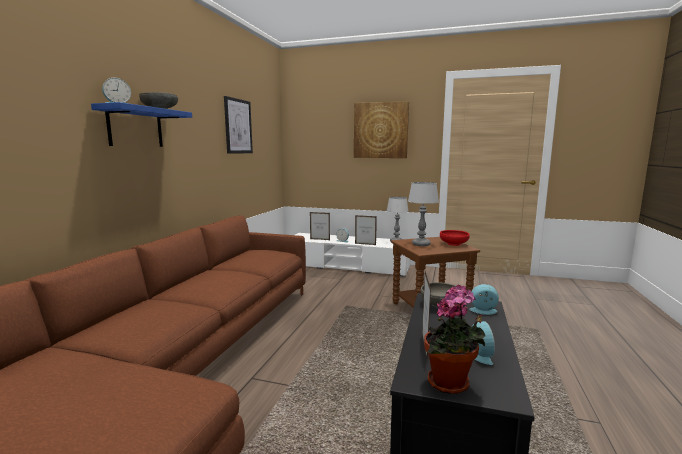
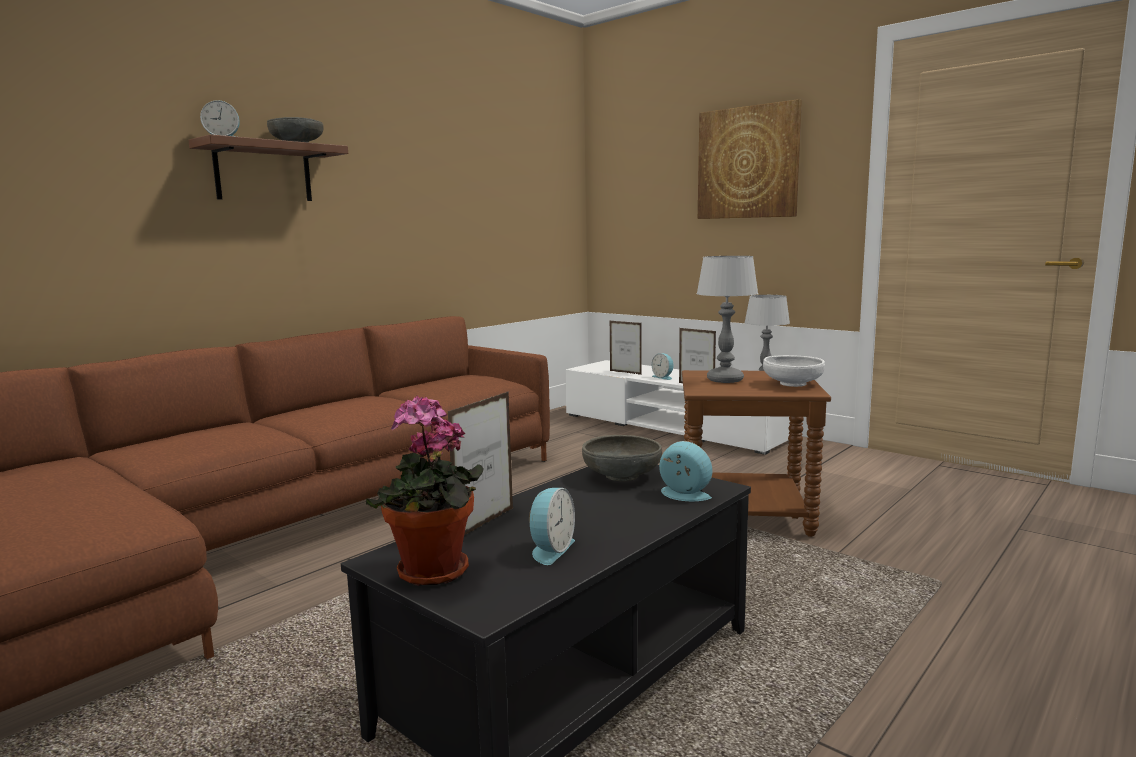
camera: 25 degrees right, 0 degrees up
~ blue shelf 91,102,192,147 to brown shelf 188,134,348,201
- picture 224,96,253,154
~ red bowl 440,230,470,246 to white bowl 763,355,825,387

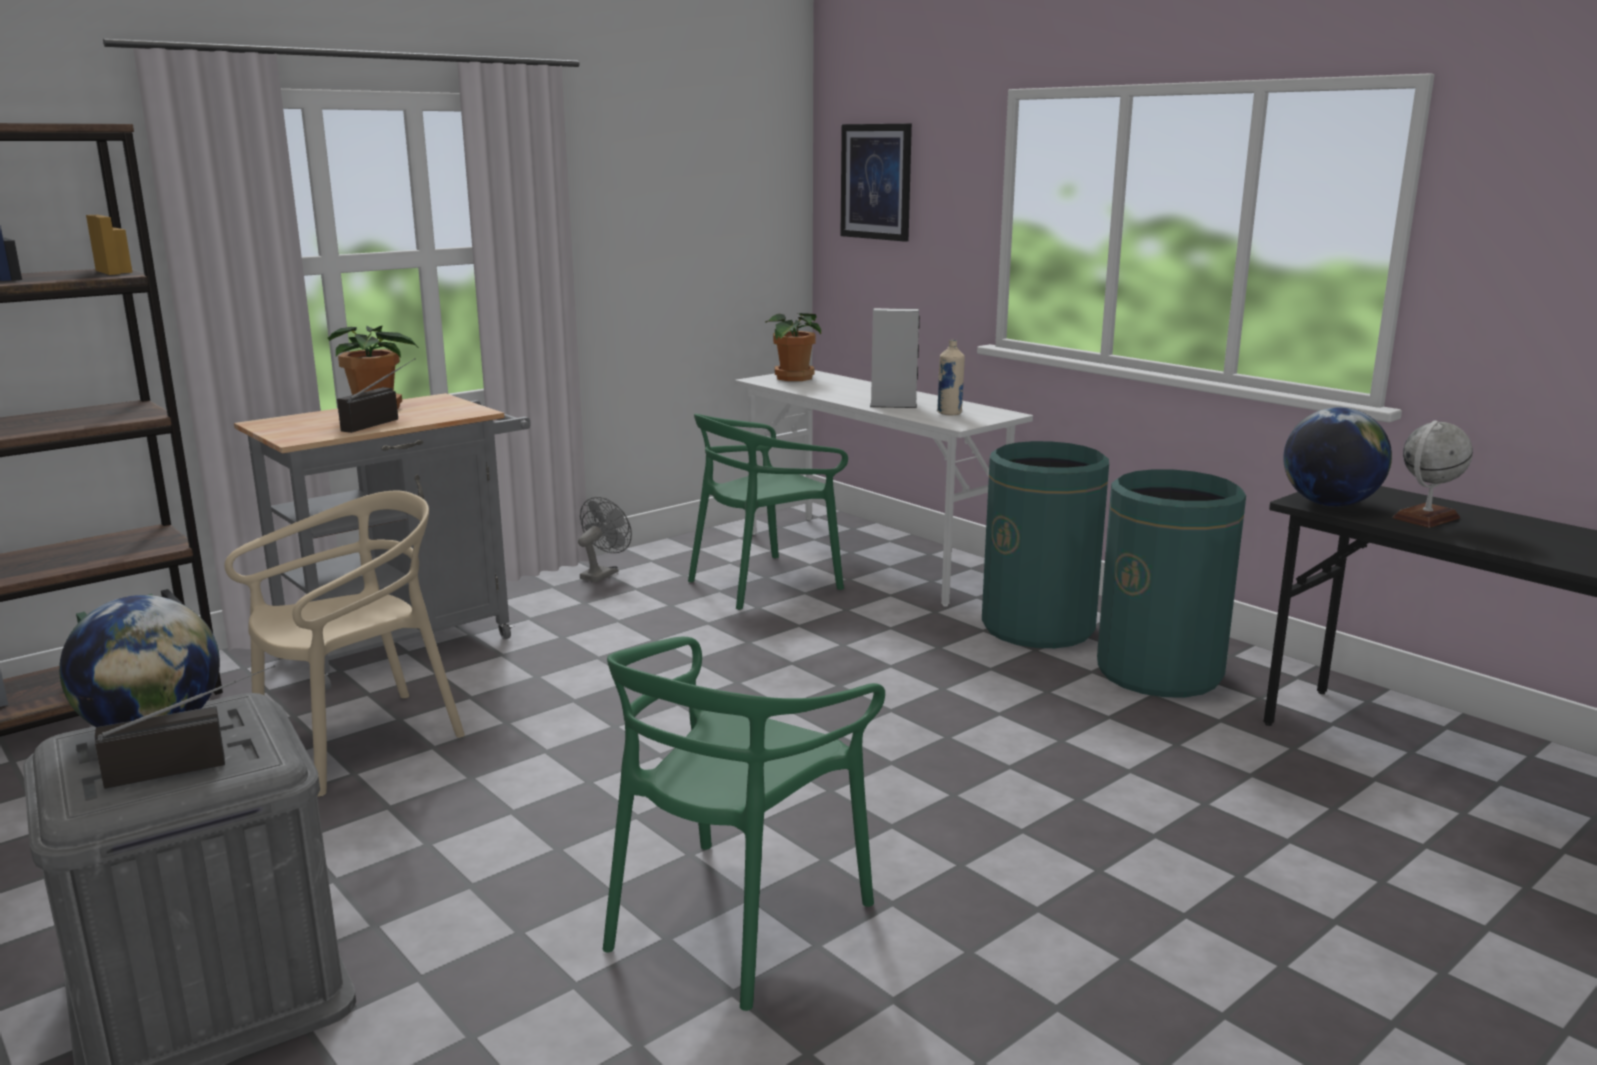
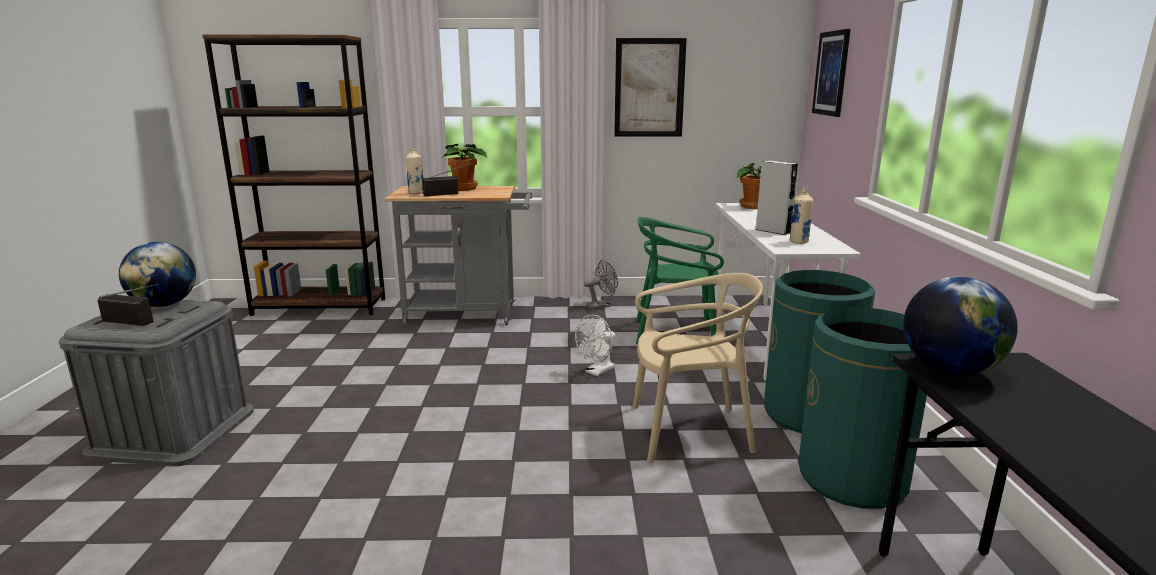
camera: 40 degrees right, 0 degrees up
~ beige chair 225,491,465,797 to 632,273,763,463
- green chair 603,637,885,1011
- globe 1392,420,1473,528
+ beige bottle 406,147,423,194
+ white fan 575,315,615,376
+ picture 614,38,687,137

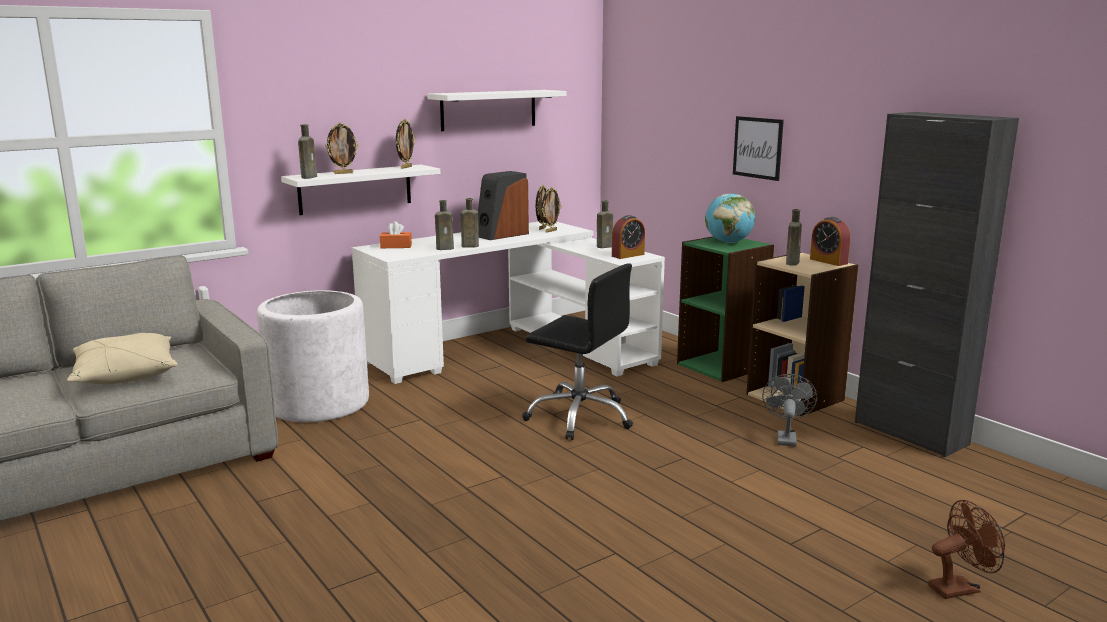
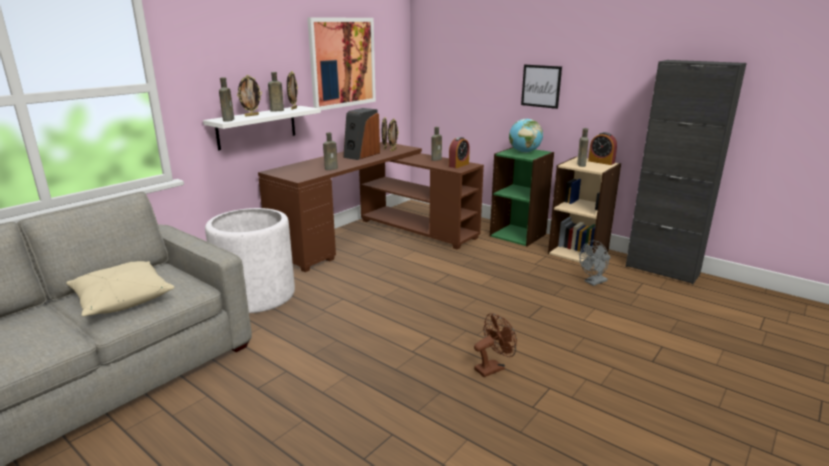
camera: 15 degrees left, 5 degrees up
~ white desk 352,222,665,384 to brown desk 258,142,484,272
- orange tissue box 380,221,412,248
~ white shelf 427,90,567,131 to picture 307,17,376,110
~ brown bottle 461,198,479,248 to 268,72,284,112
- black office chair 522,263,633,440
~ grey fan 762,374,817,447 = 579,241,610,286 120 degrees counterclockwise
~ brown fan 928,500,1005,599 to 474,313,517,377

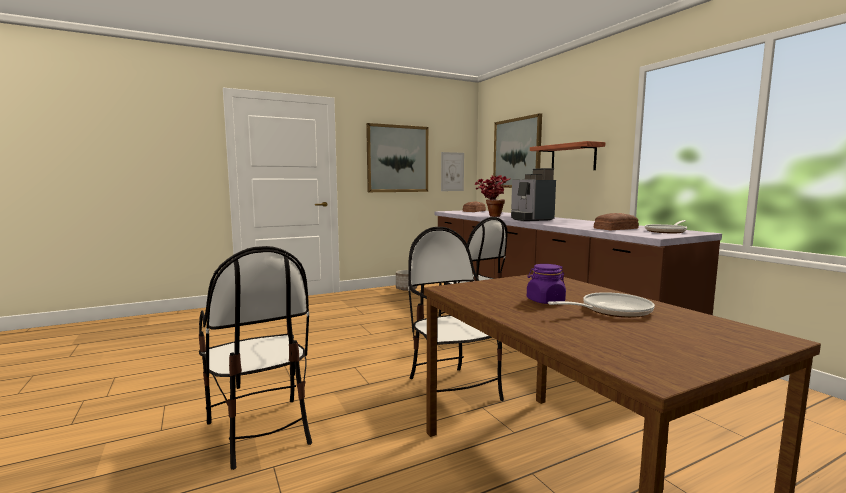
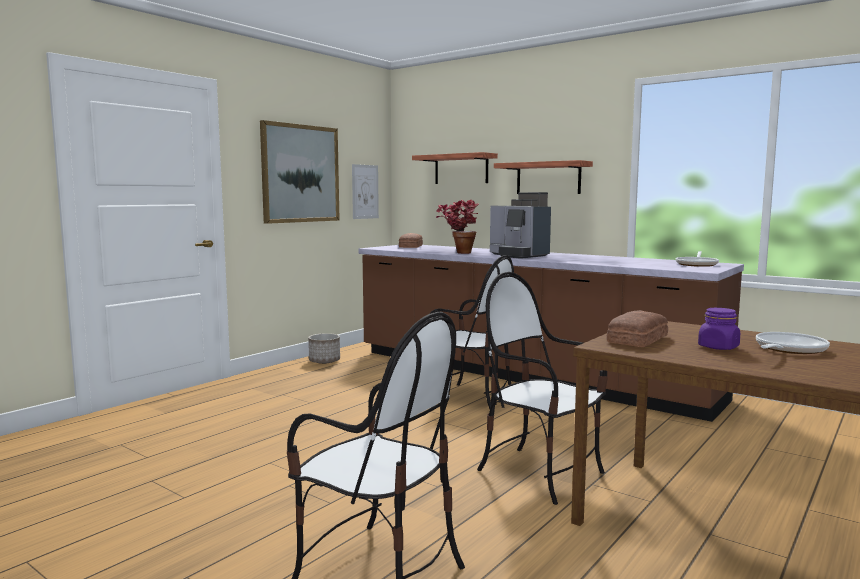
camera: 25 degrees left, 0 degrees up
~ picture 493,113,542,188 to shelf 412,152,498,184
~ bread 594,213,639,230 to 606,310,668,347

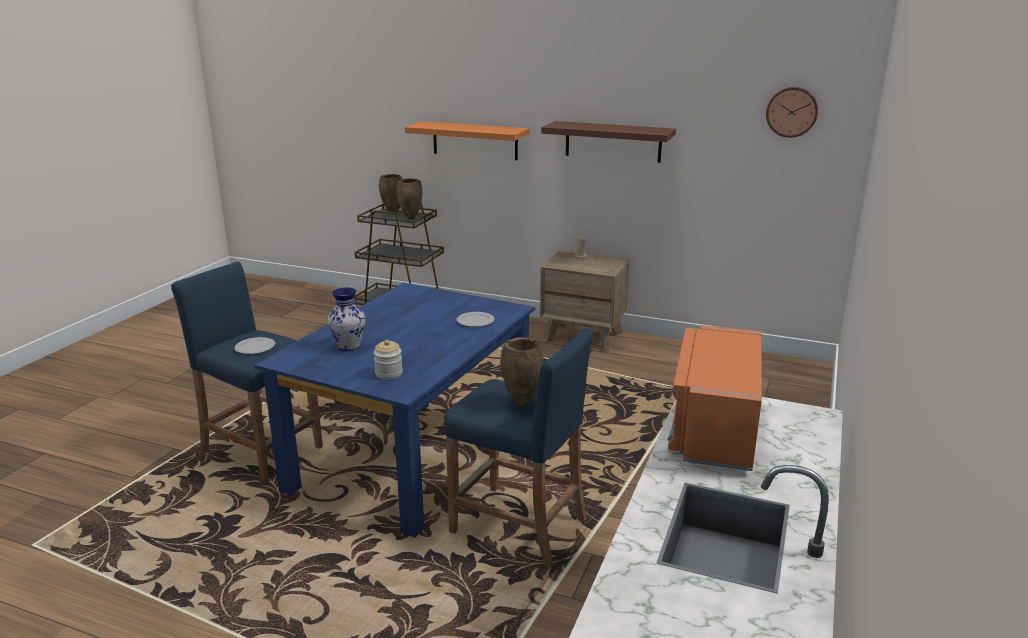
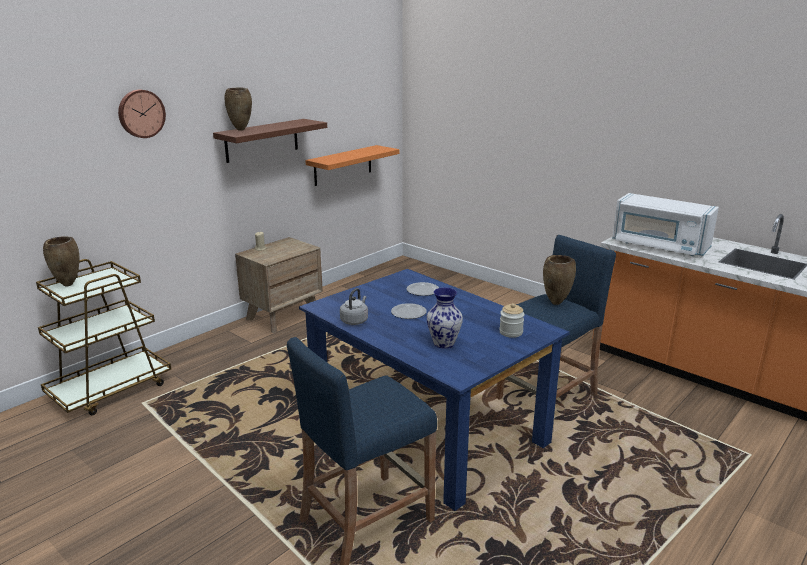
camera: 70 degrees left, 0 degrees up
~ plate 234,337,275,354 to 391,303,427,319
~ brown vase 396,178,422,220 to 224,87,252,131
~ orange shelf 405,121,529,160 to 305,145,399,186
~ orange microwave 667,325,762,471 to white microwave 612,193,719,256
~ wall clock 766,87,818,138 to 118,90,166,138
+ grey kettle 340,288,368,325

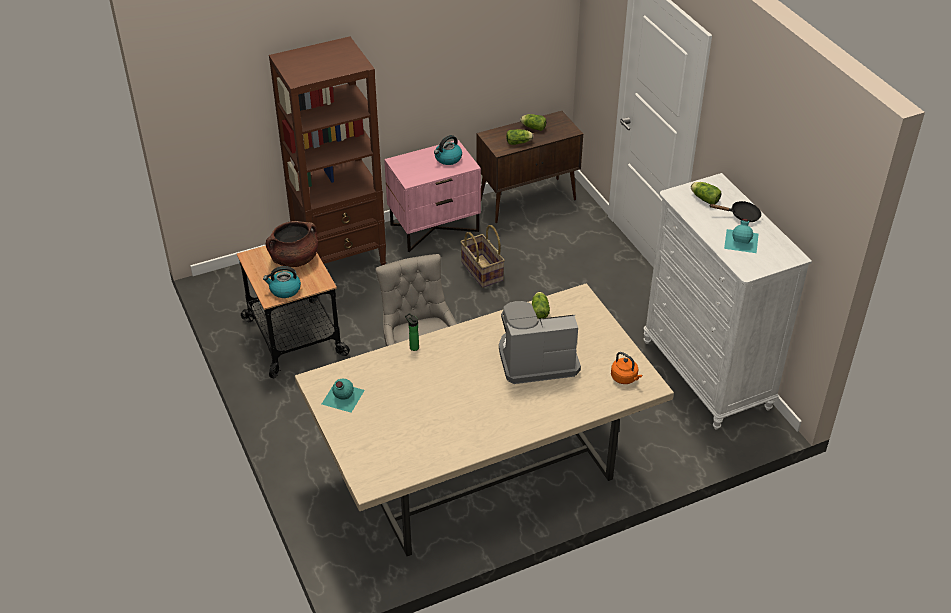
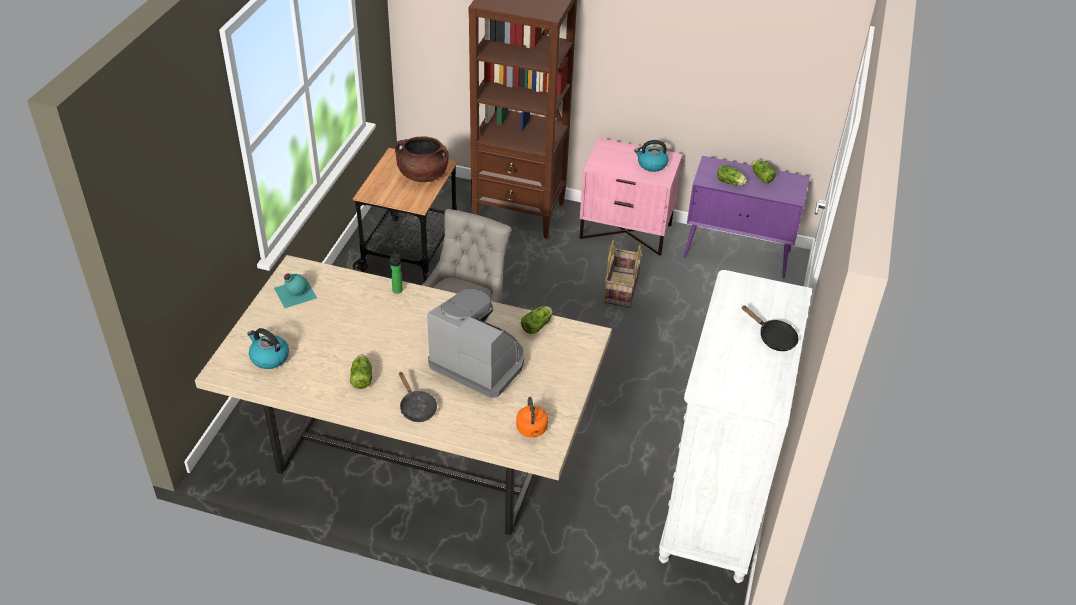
camera: 40 degrees right, 0 degrees up
~ kettle 263,266,301,298 to 247,328,289,369
~ brown cabinet 477,111,583,223 to purple cabinet 684,156,810,278
~ lettuce 691,182,722,204 to 350,355,372,389
- turquoise bottle 724,219,758,253
+ black frying pan 399,372,437,422

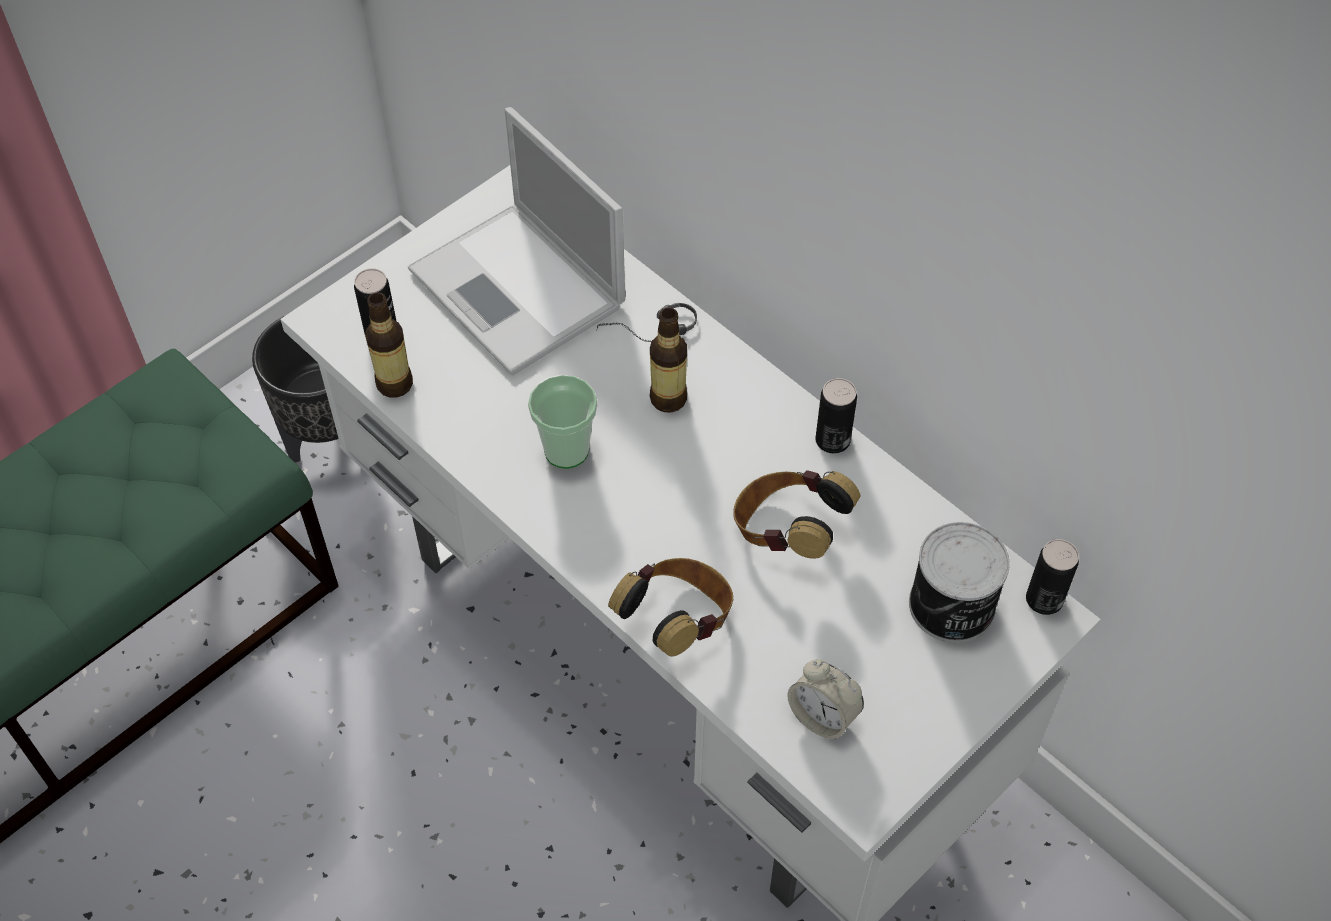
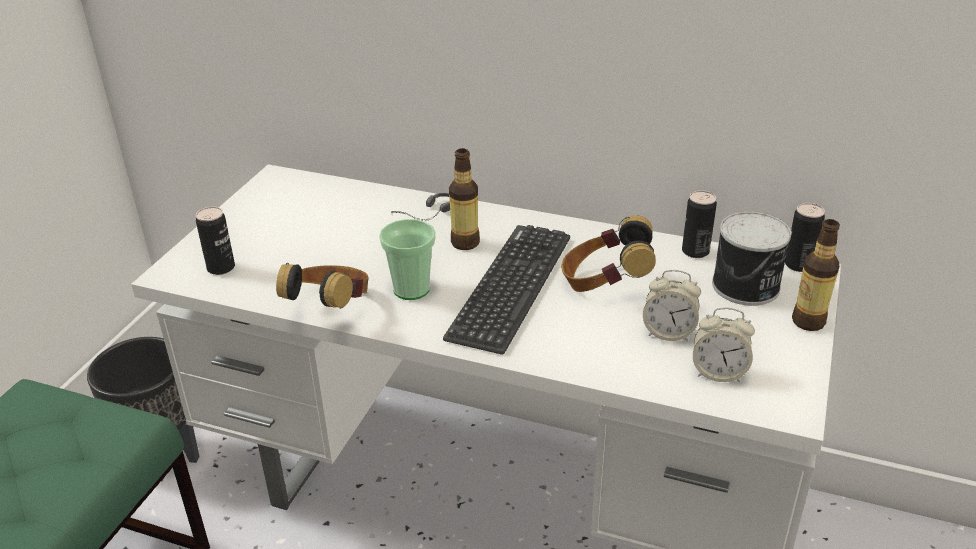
camera: 25 degrees left, 20 degrees down
~ bottle 365,292,413,398 to 792,219,840,331
- laptop 408,107,625,376
~ headphones 608,558,733,656 to 276,263,369,309
~ can 815,378,857,453 to 682,190,717,258
+ keyboard 443,225,570,355
+ alarm clock 643,270,701,341

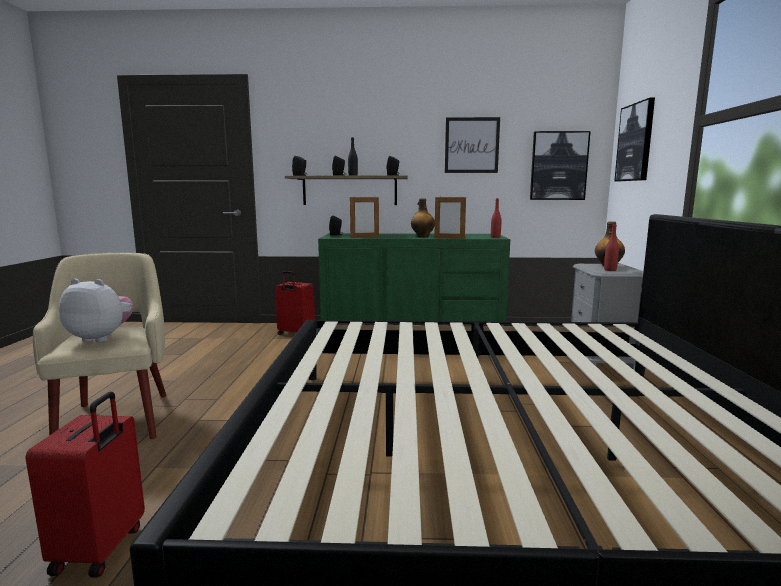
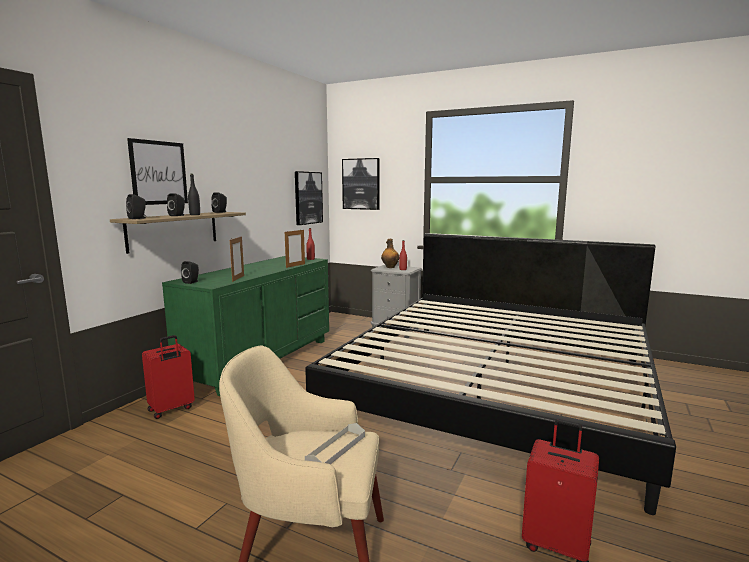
camera: 65 degrees left, 0 degrees up
~ plush toy 59,279,133,342 to grey tray 305,423,365,465
- bottle 411,198,435,237
~ picture 445,117,500,173 to 127,138,188,205

